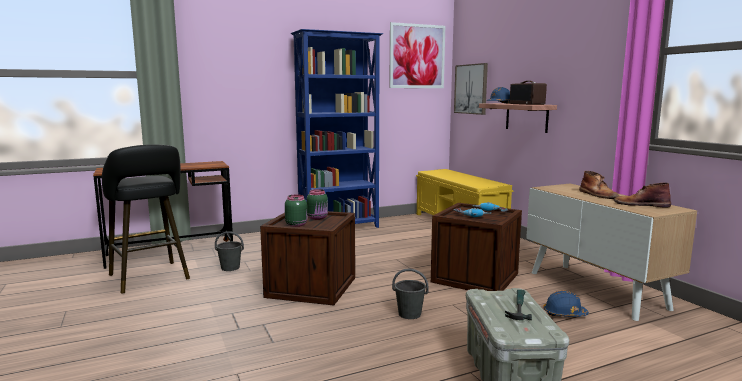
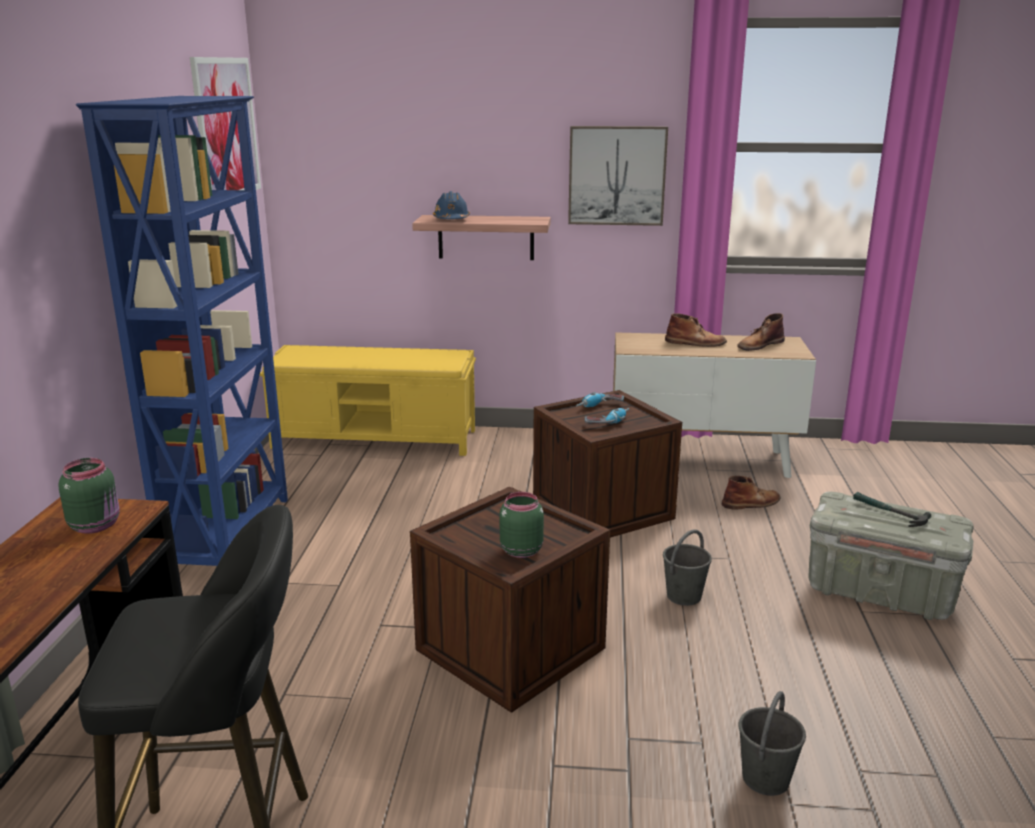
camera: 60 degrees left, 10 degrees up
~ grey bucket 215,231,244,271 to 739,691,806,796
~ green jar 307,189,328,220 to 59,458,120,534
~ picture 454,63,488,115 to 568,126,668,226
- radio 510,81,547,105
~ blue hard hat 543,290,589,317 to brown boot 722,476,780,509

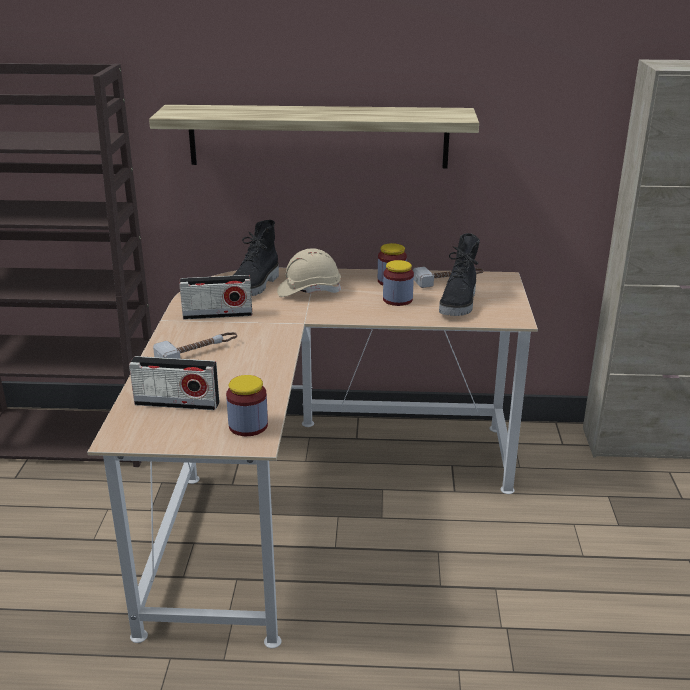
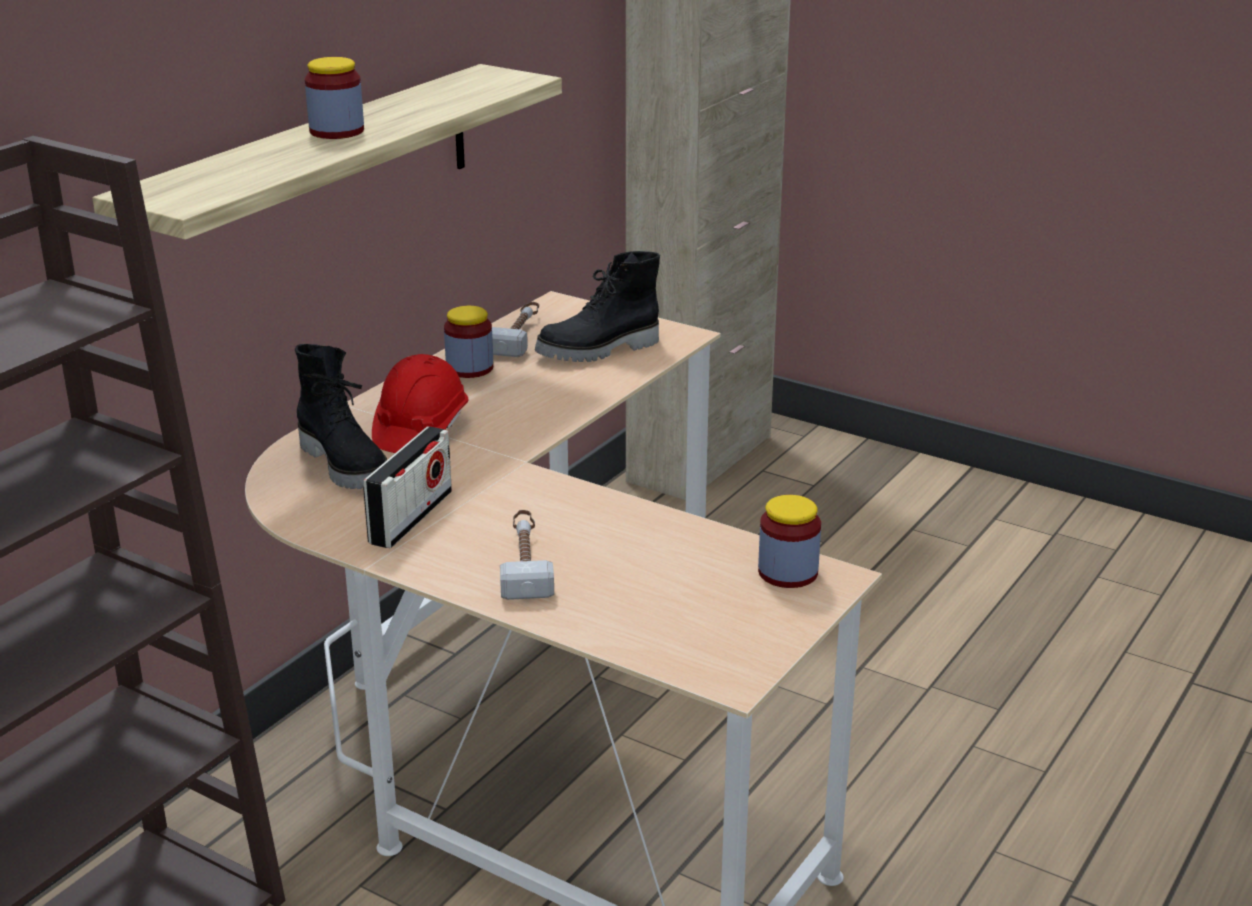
camera: 60 degrees left, 0 degrees up
- radio 129,356,219,410
~ beige hard hat 277,248,342,297 to red hard hat 372,354,468,453
~ jar 383,260,414,306 to 305,57,364,139
~ black boot 439,233,480,316 = 535,251,660,362 105 degrees clockwise

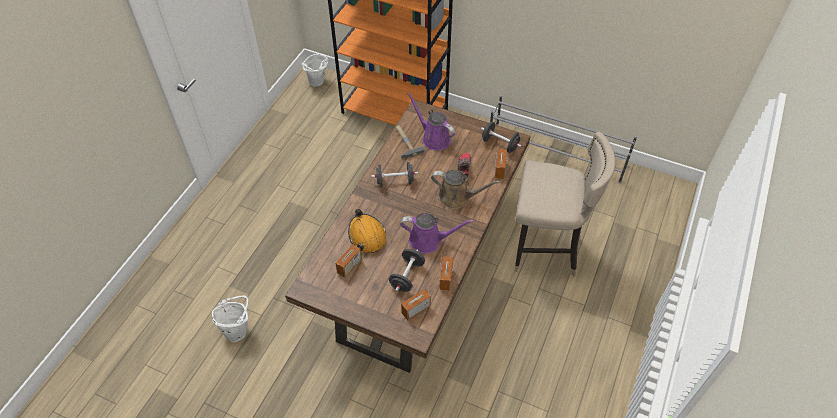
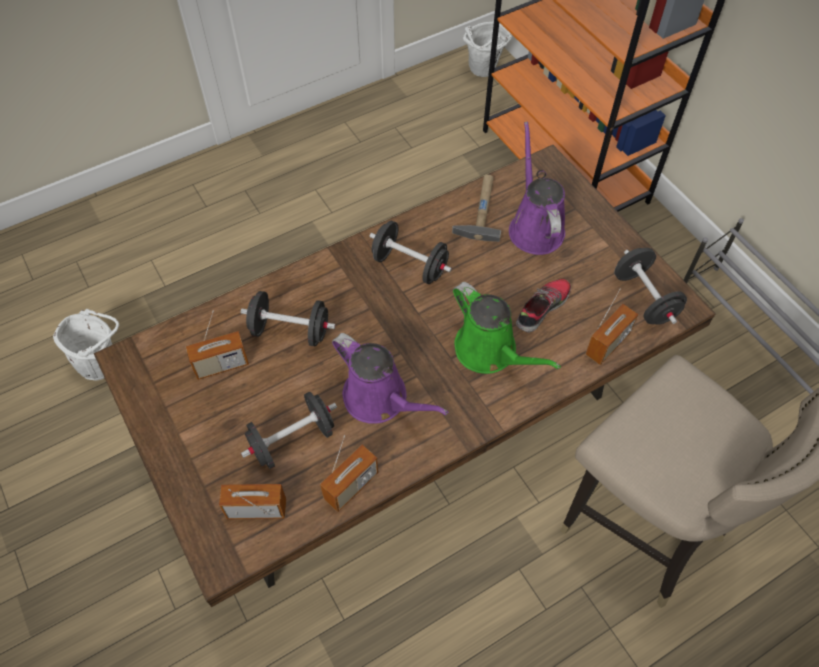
camera: 35 degrees right, 5 degrees up
~ orange hard hat 348,209,386,253 to black dumbbell 241,291,335,347
~ brown watering can 431,170,500,209 to green watering can 453,282,561,374

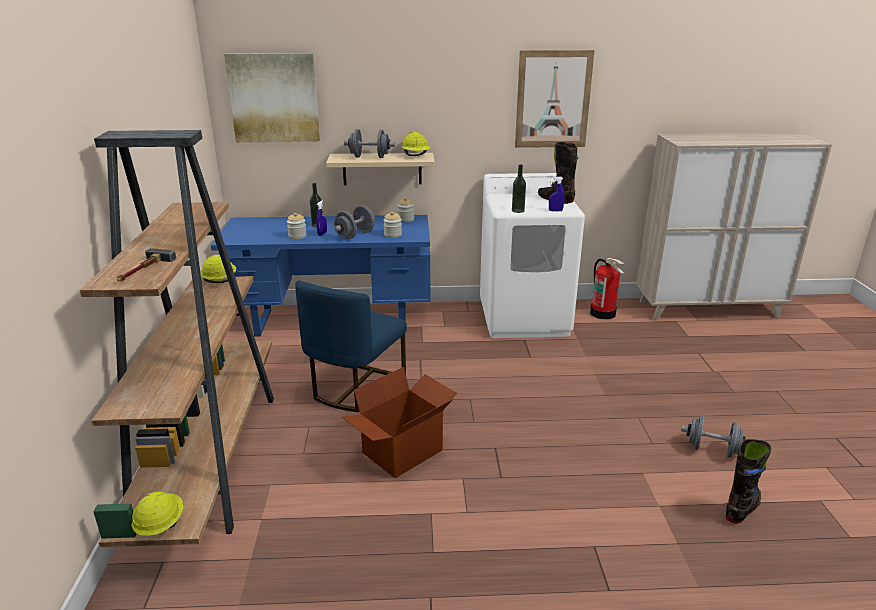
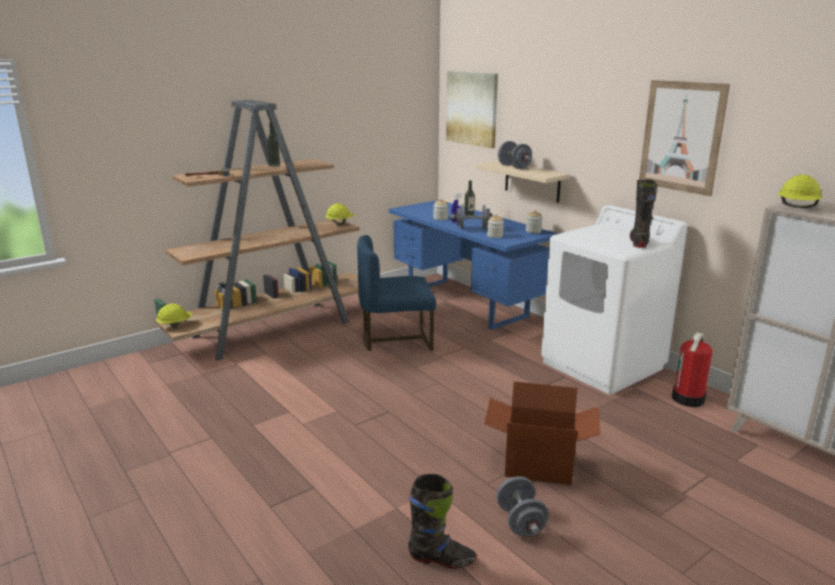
camera: 55 degrees right, 5 degrees down
~ cardboard box 342,367,457,478 to 484,381,600,485
~ yellow hard hat 401,132,431,156 to 778,174,823,208
~ bottle 512,164,526,213 to 267,123,280,167
- blue spray bottle 549,176,564,212

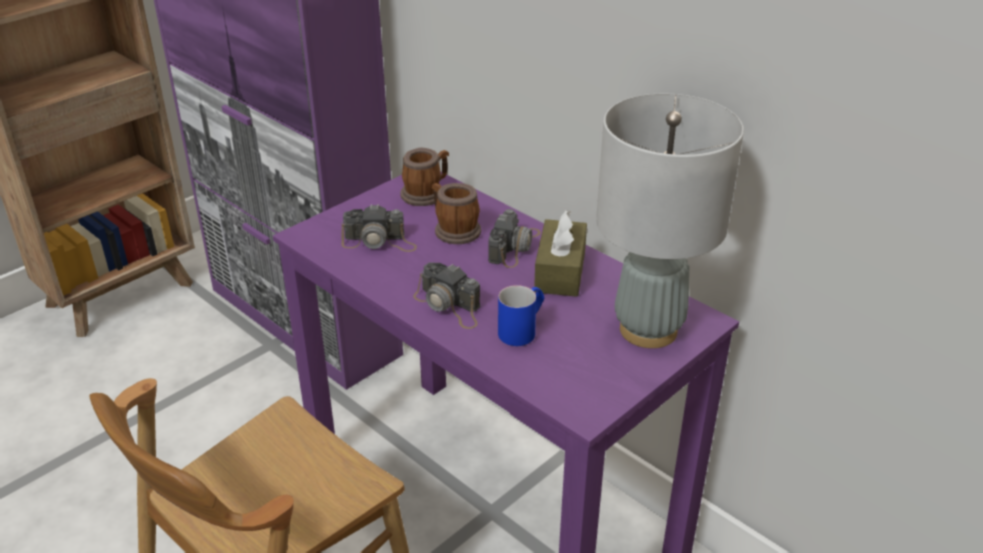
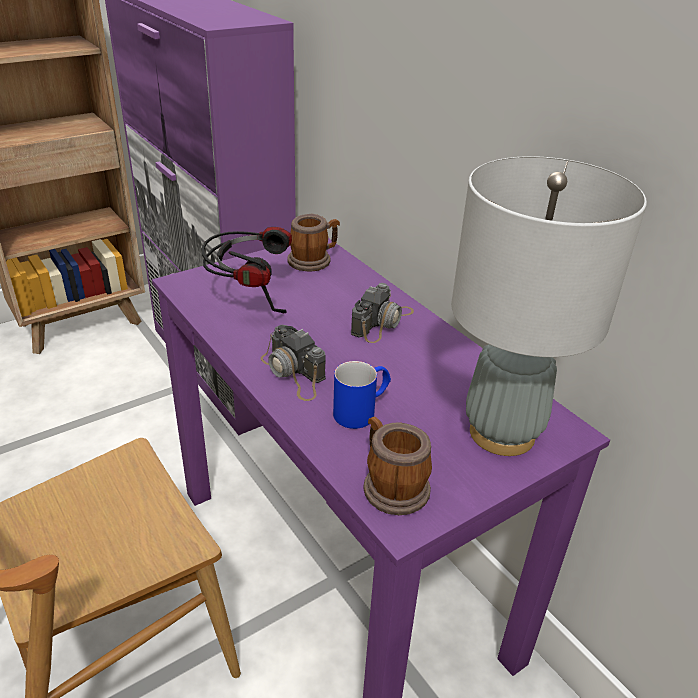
camera: 10 degrees right, 0 degrees up
~ photo camera 342,204,417,252 to headphones 202,227,292,313
~ mug 432,183,481,244 to 364,416,432,515
- brown tissue box 534,210,587,297

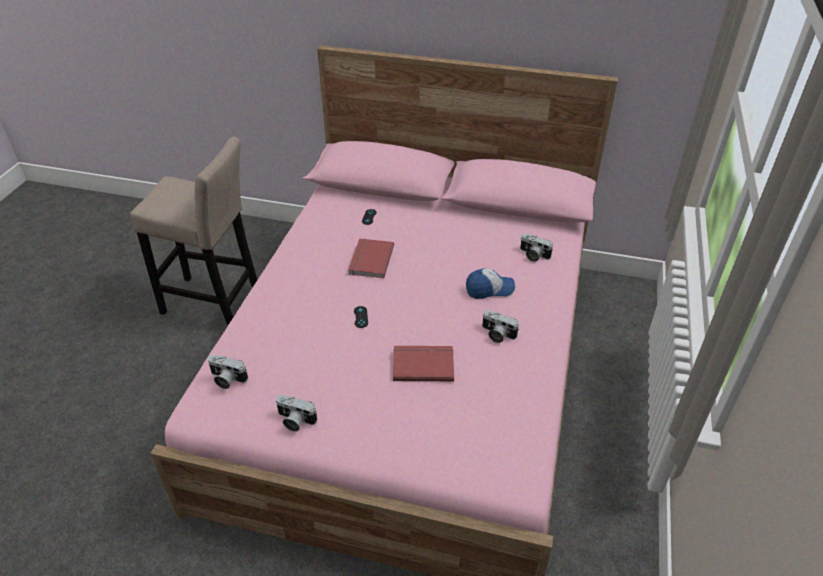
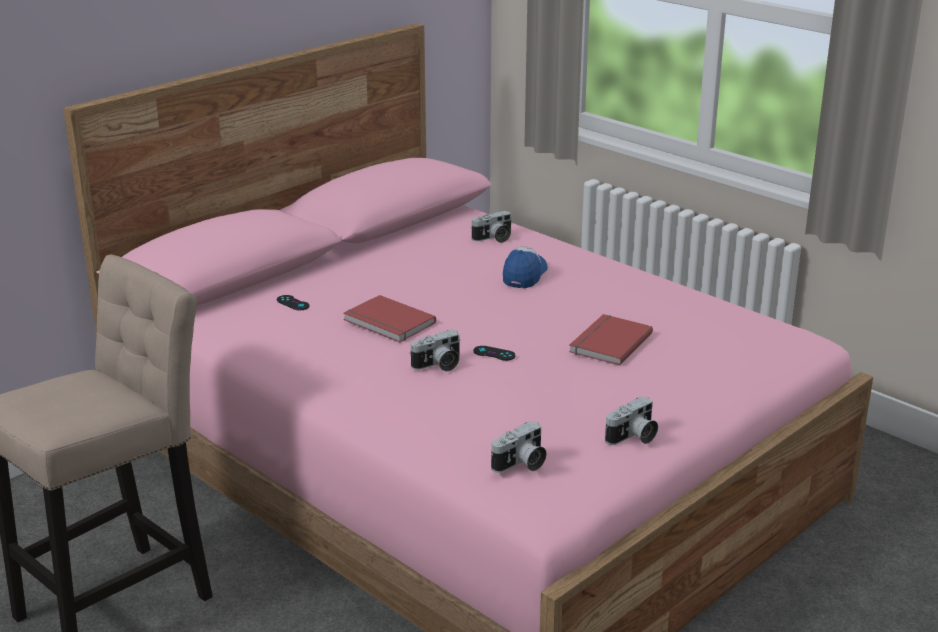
camera: 60 degrees left, 15 degrees down
~ photo camera 482,310,519,343 to 409,329,460,371

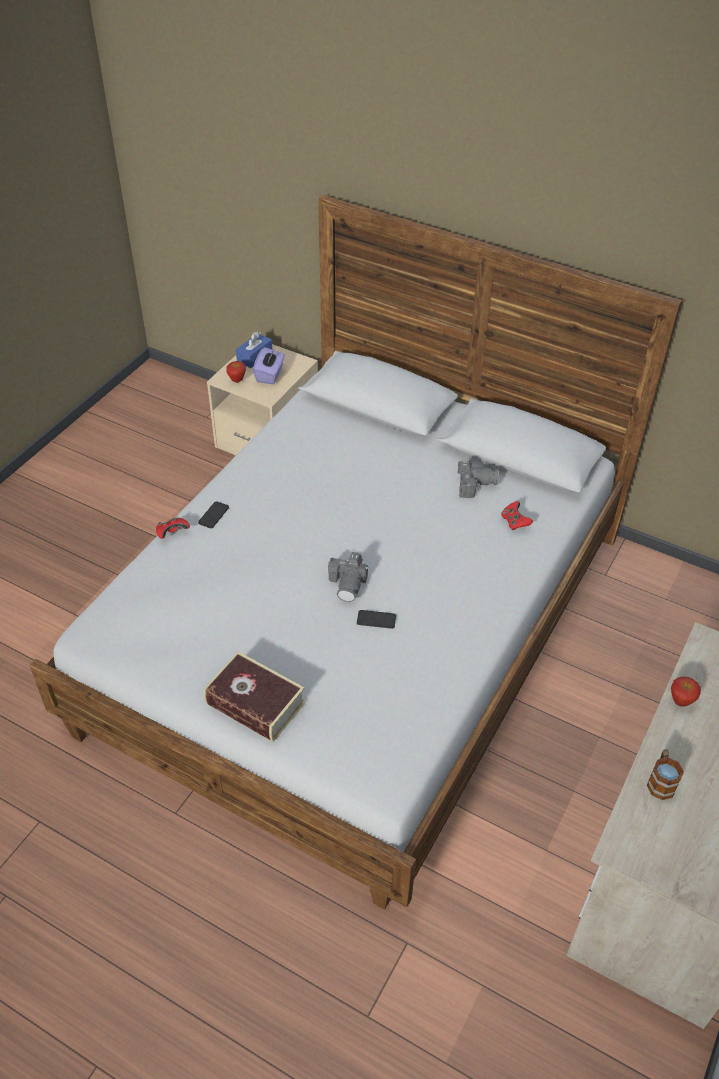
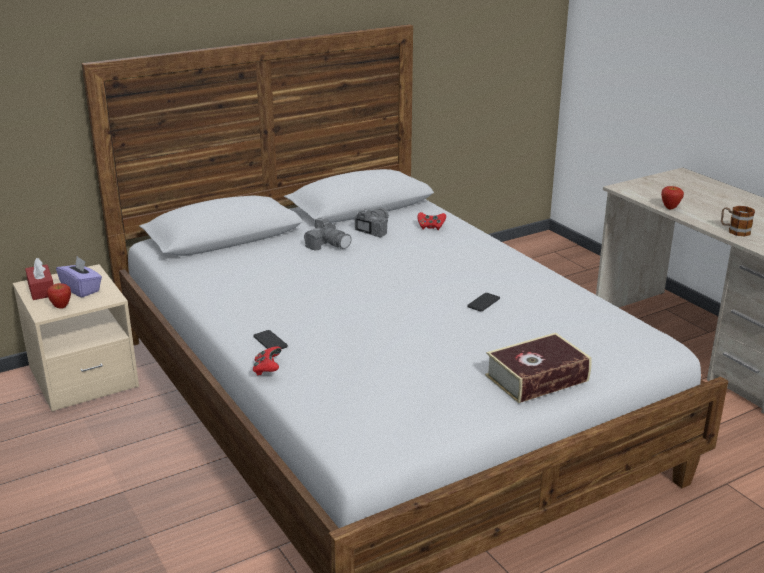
camera: 60 degrees left, 20 degrees down
~ blue tissue box 236,331,272,368 to red tissue box 25,258,54,300
~ photo camera 328,552,368,602 to 304,218,351,250

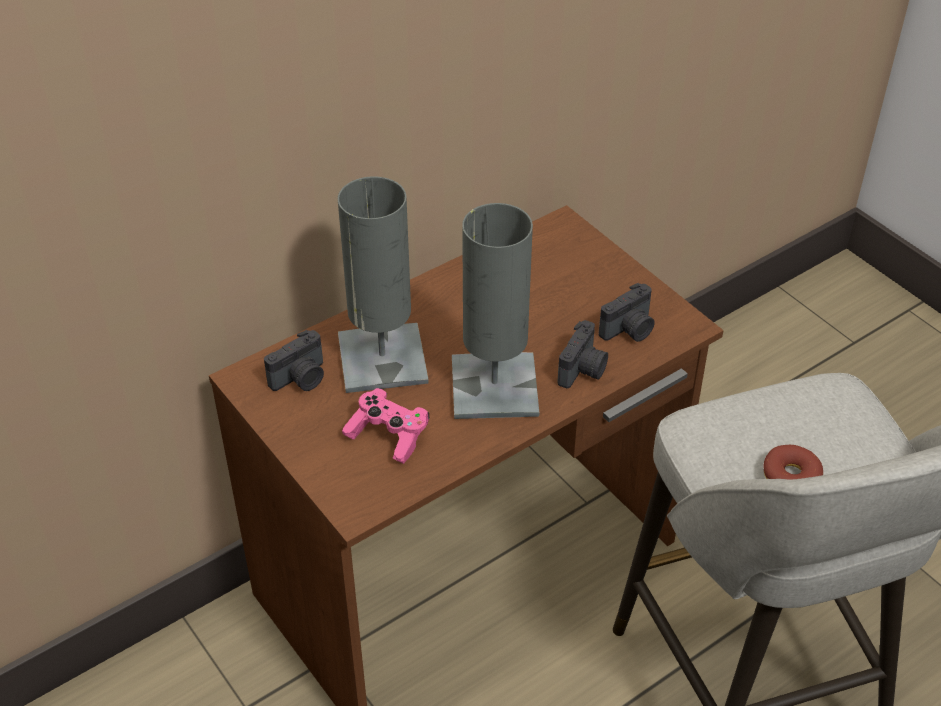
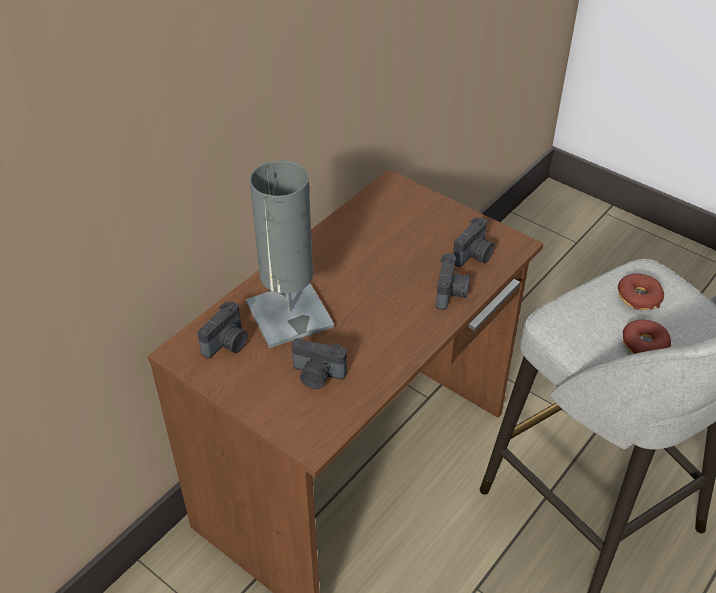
camera: 15 degrees left, 0 degrees up
~ pink game controller 342,388,429,464 to photo camera 292,338,347,389
- grey table lamp 452,203,539,419
+ donut 618,274,664,310

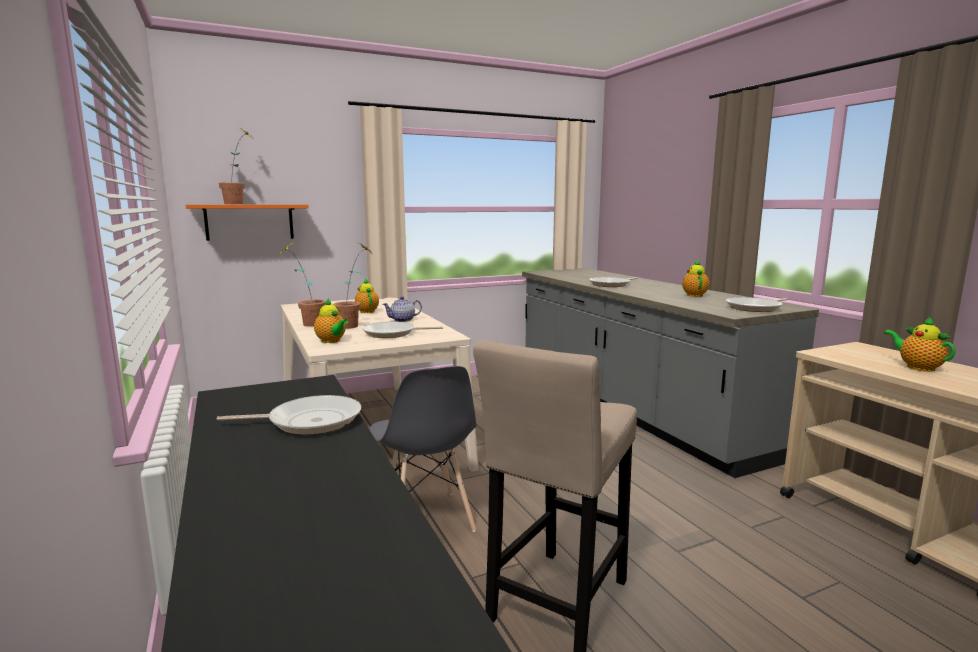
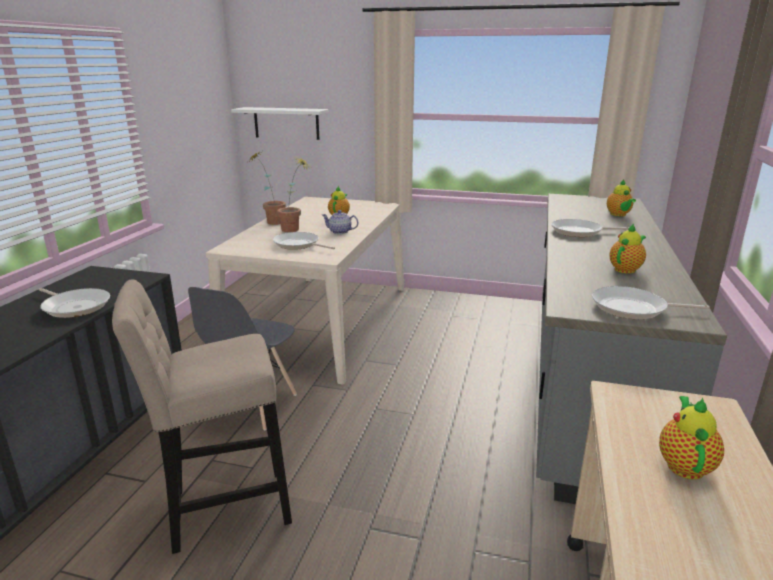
camera: 40 degrees right, 10 degrees up
~ orange shelf 186,205,309,241 to white shelf 231,107,329,140
- potted plant 219,127,252,204
~ teapot 314,298,348,343 to 607,180,636,216

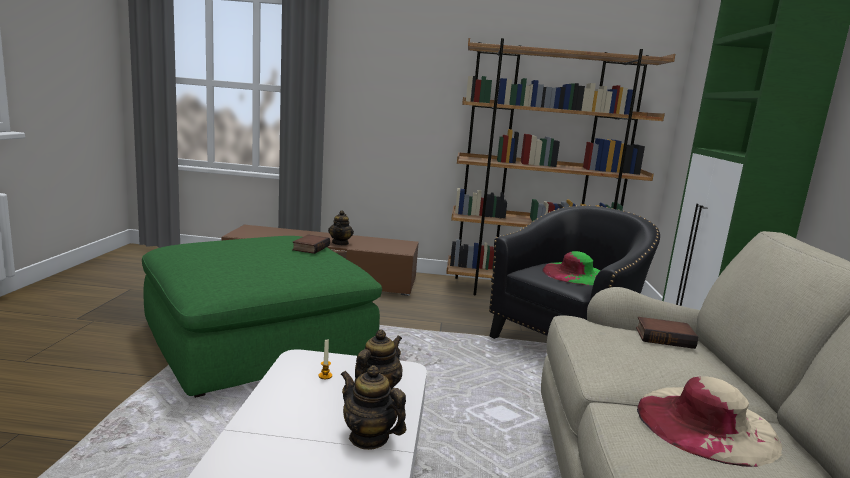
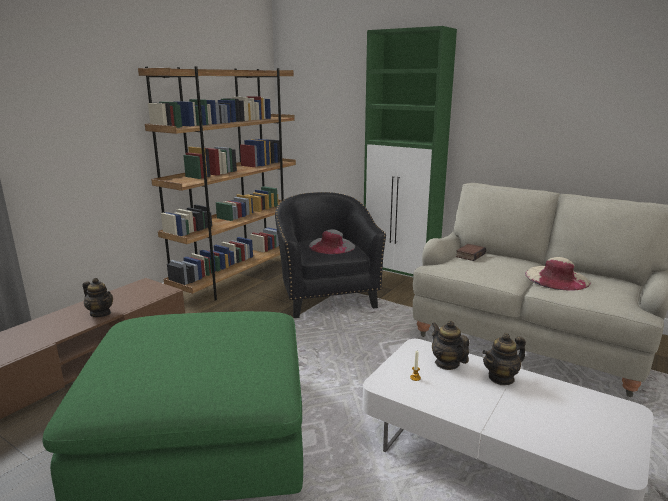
camera: 60 degrees left, 5 degrees up
- book 292,235,330,254
~ green hat 542,251,600,285 to grey hat 309,229,355,254

